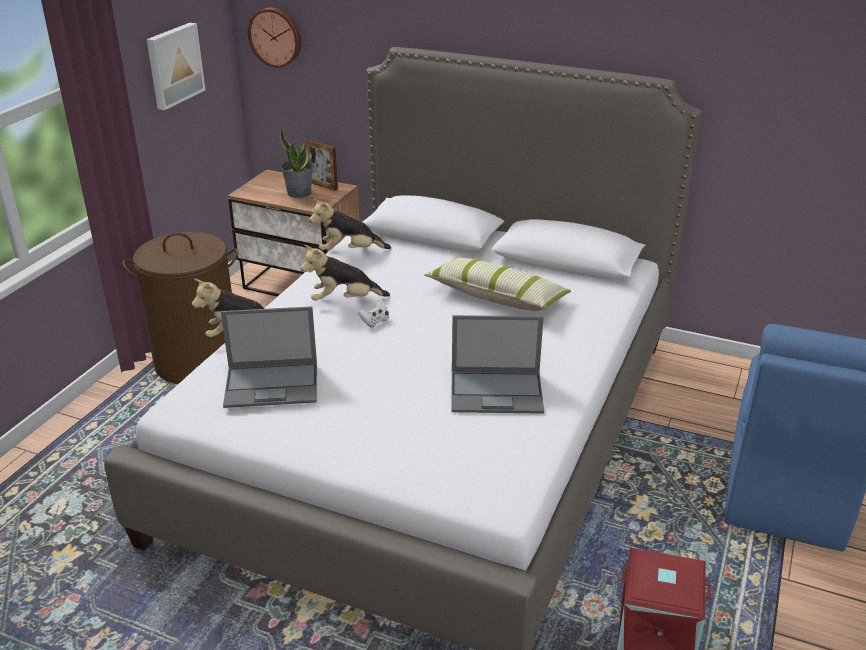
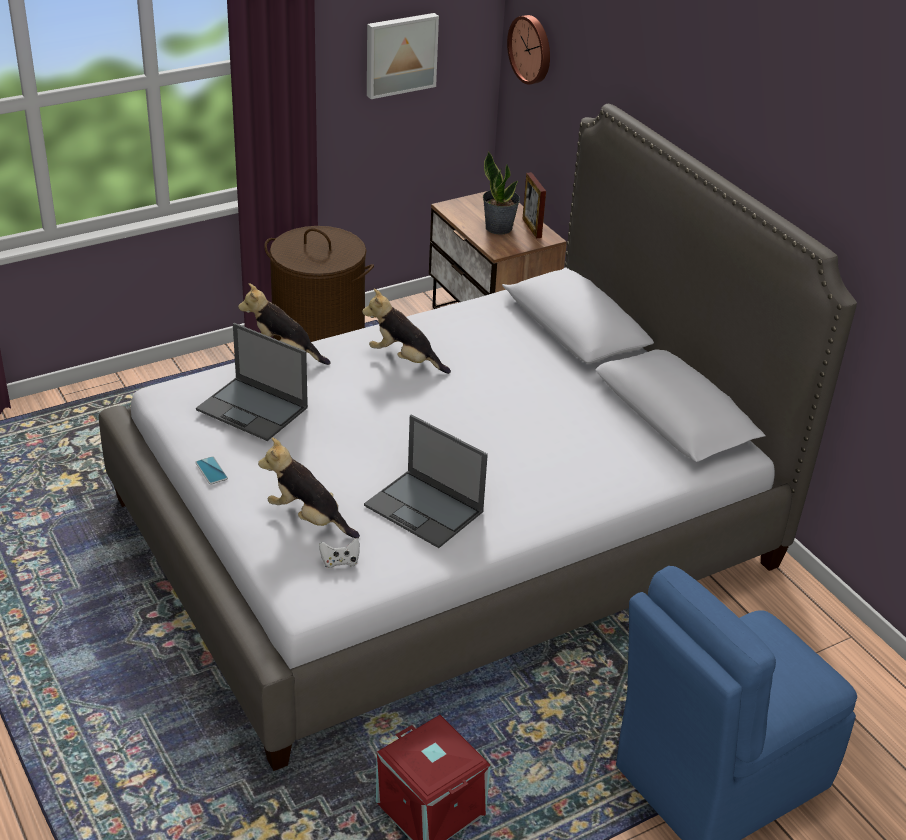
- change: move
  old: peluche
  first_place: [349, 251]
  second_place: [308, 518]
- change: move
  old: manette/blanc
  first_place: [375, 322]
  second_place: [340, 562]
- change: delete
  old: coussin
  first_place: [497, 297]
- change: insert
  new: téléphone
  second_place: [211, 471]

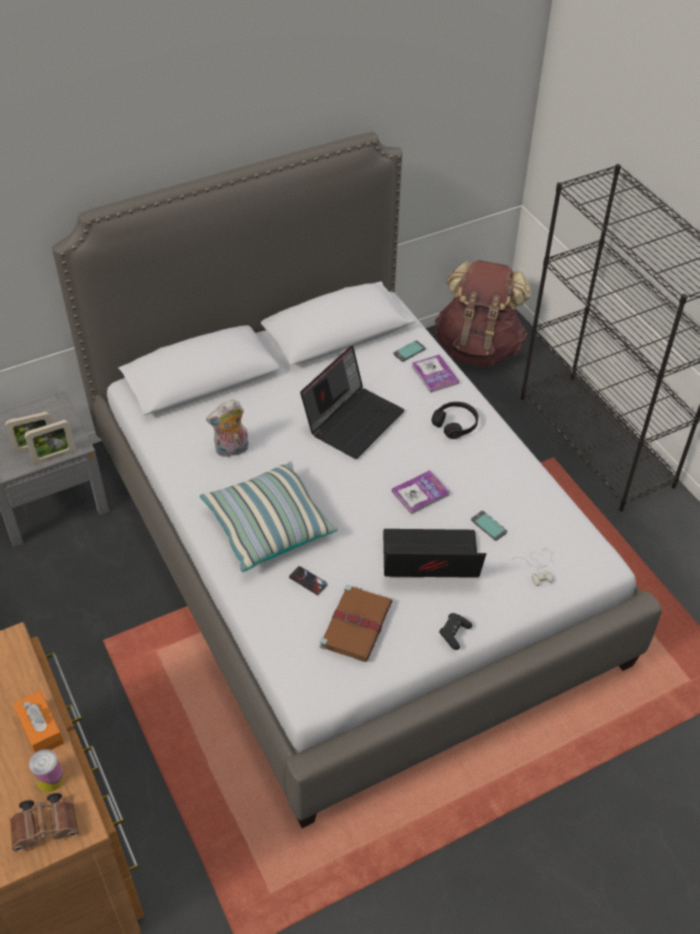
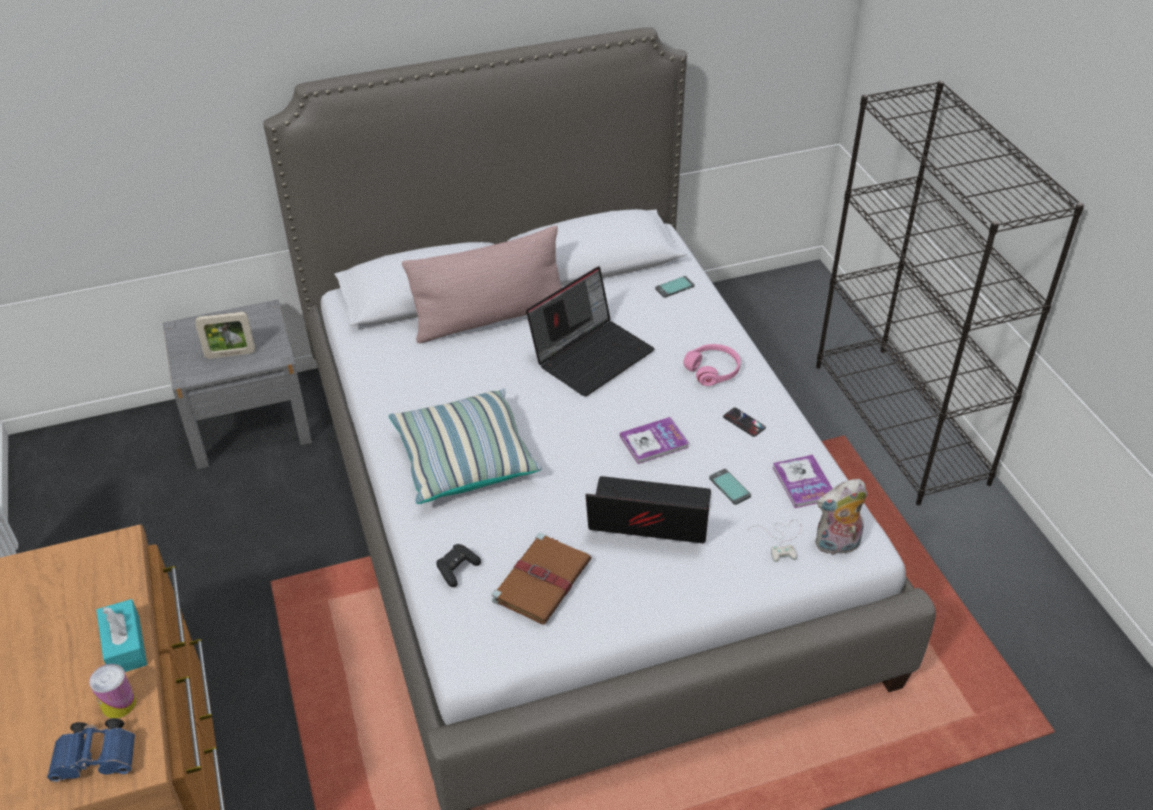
- change: recolor
  old: jumelles/marron
  new: jumelles/bleu
  first_place: [47, 827]
  second_place: [99, 759]
- change: recolor
  old: boîte à mouchoirs/orange
  new: boîte à mouchoirs/turquoise
  first_place: [40, 729]
  second_place: [125, 645]
- change: delete
  old: cadre photo
  first_place: [54, 457]
- change: move
  old: peluche
  first_place: [231, 450]
  second_place: [836, 546]
- change: move
  old: téléphone
  first_place: [308, 581]
  second_place: [744, 422]
- change: move
  old: livre
  first_place: [434, 374]
  second_place: [803, 483]
- change: recolor
  old: casque audio/noir
  new: casque audio/rose
  first_place: [455, 424]
  second_place: [713, 370]
- change: delete
  old: sac à dos/marron
  first_place: [478, 348]
- change: move
  old: manette/noir
  first_place: [454, 634]
  second_place: [457, 569]
- change: insert
  new: coussin/rose
  second_place: [490, 318]

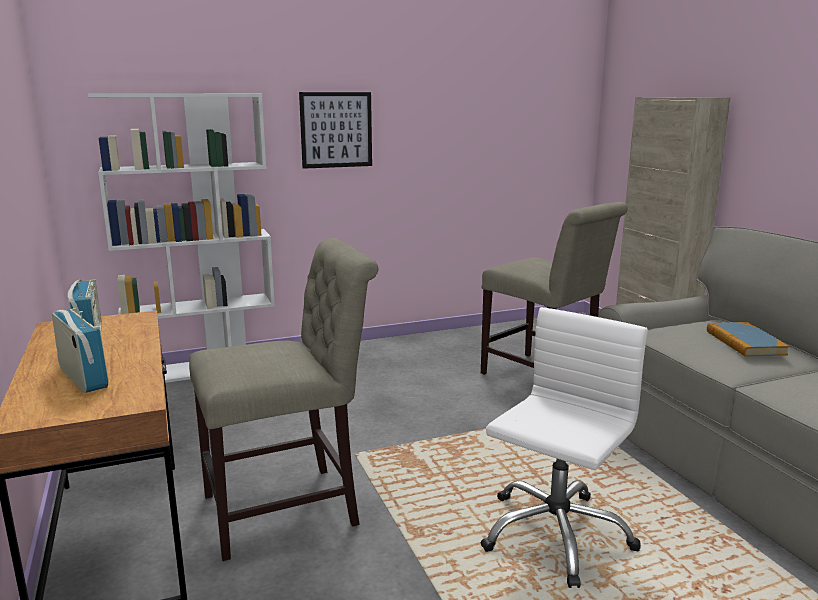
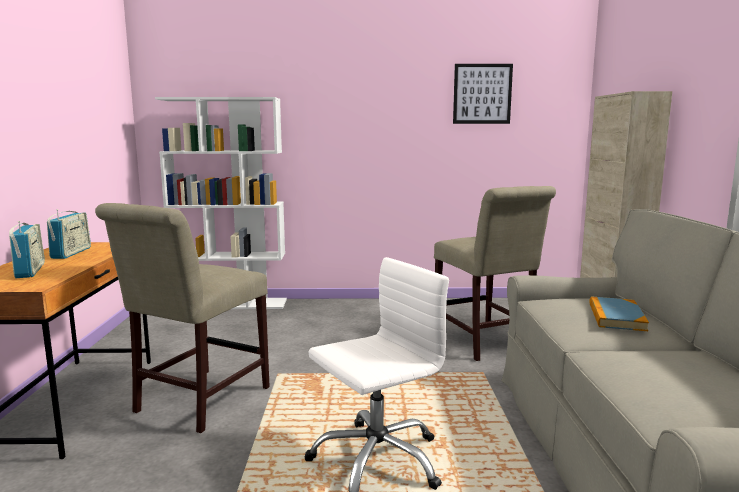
- change: rotate
  old: chaise/beige
  first_place: [290, 508]
  second_place: [197, 402]
  degrees: 120
- change: move
  old: tableau
  first_place: [336, 130]
  second_place: [482, 94]

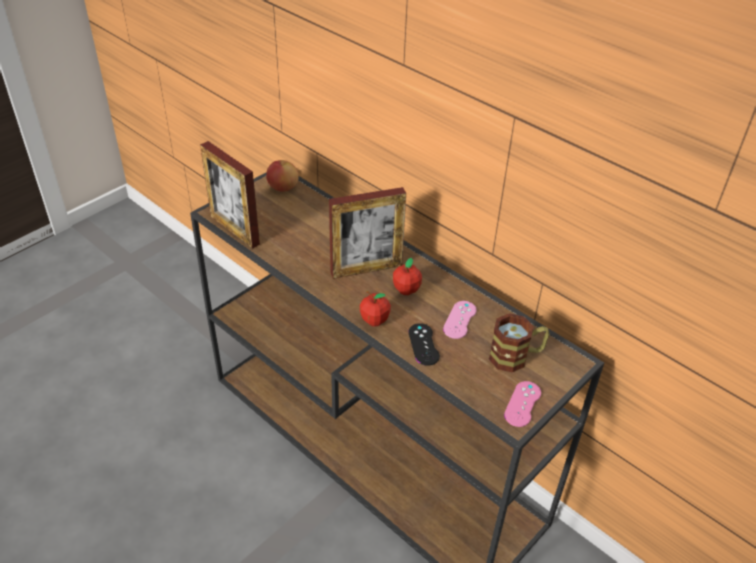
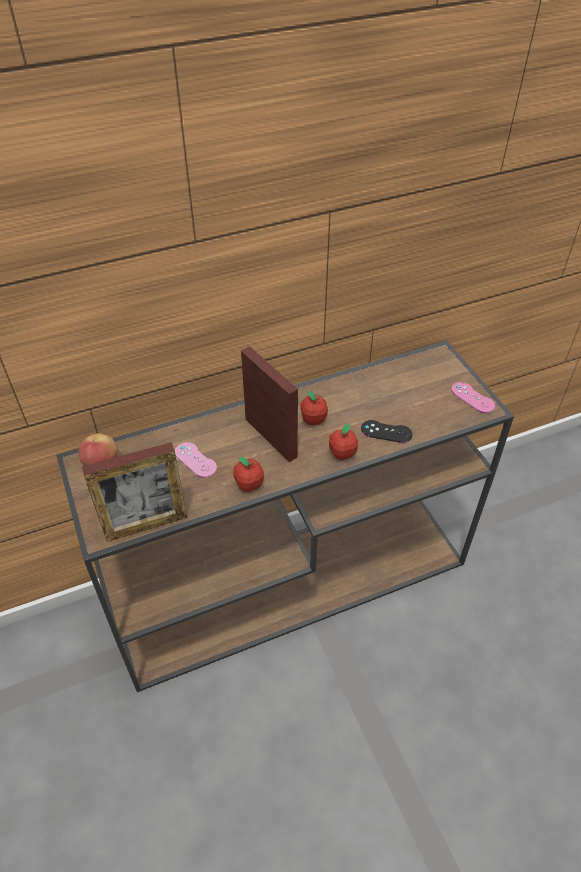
- change: rotate
  old: cadre photo
  first_place: [366, 269]
  second_place: [270, 438]
  degrees: -45
- change: move
  old: manette/rose
  first_place: [460, 320]
  second_place: [195, 460]
- change: delete
  old: mug
  first_place: [516, 357]
- change: insert
  new: pomme
  second_place: [249, 485]

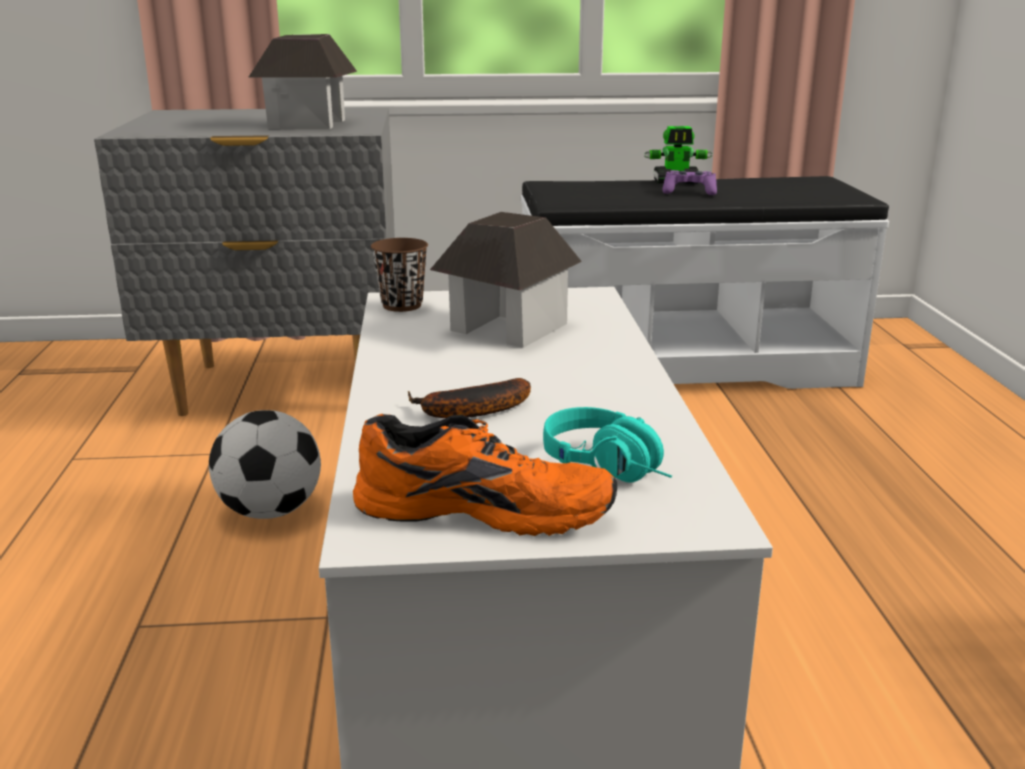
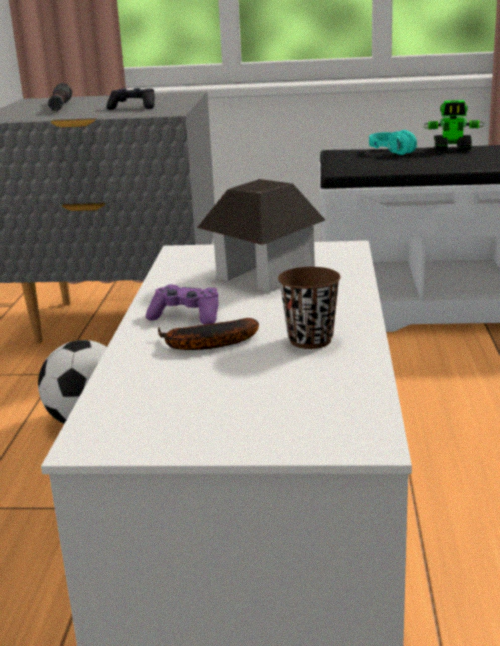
- change: replace
  old: maison miniature
  new: manette/noir
  first_place: [308, 124]
  second_place: [133, 107]
- change: delete
  old: chaussure/orange
  first_place: [485, 507]
- change: move
  old: tasse/marron
  first_place: [402, 305]
  second_place: [310, 340]
- change: move
  old: casque audio/turquoise
  first_place: [614, 469]
  second_place: [397, 152]
- change: move
  old: manette/violet
  first_place: [689, 192]
  second_place: [186, 316]
- change: insert
  new: lampe de poche/noir
  second_place: [60, 106]

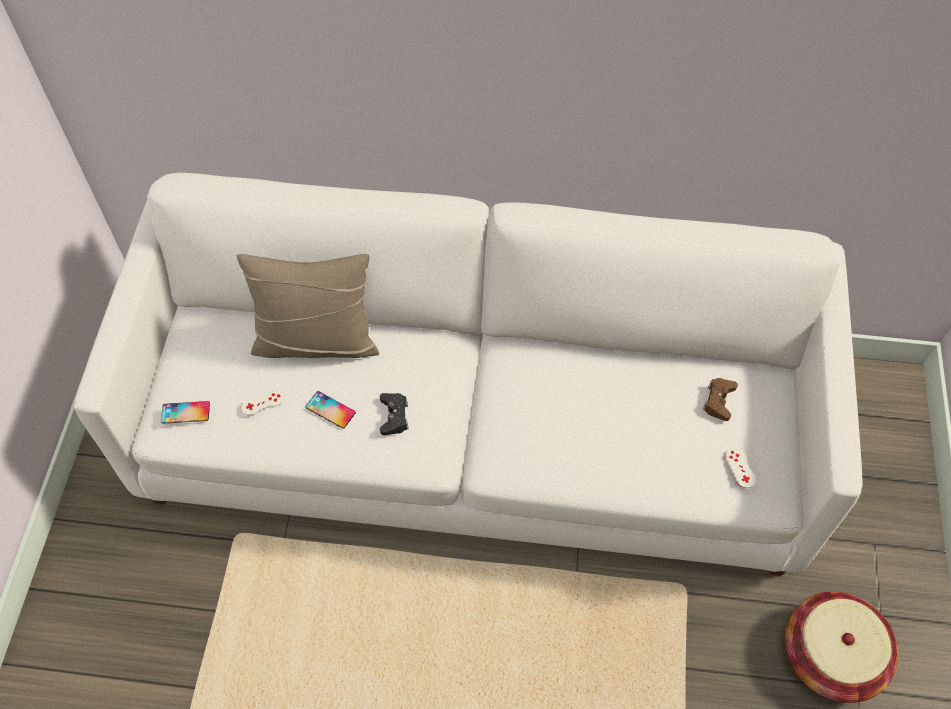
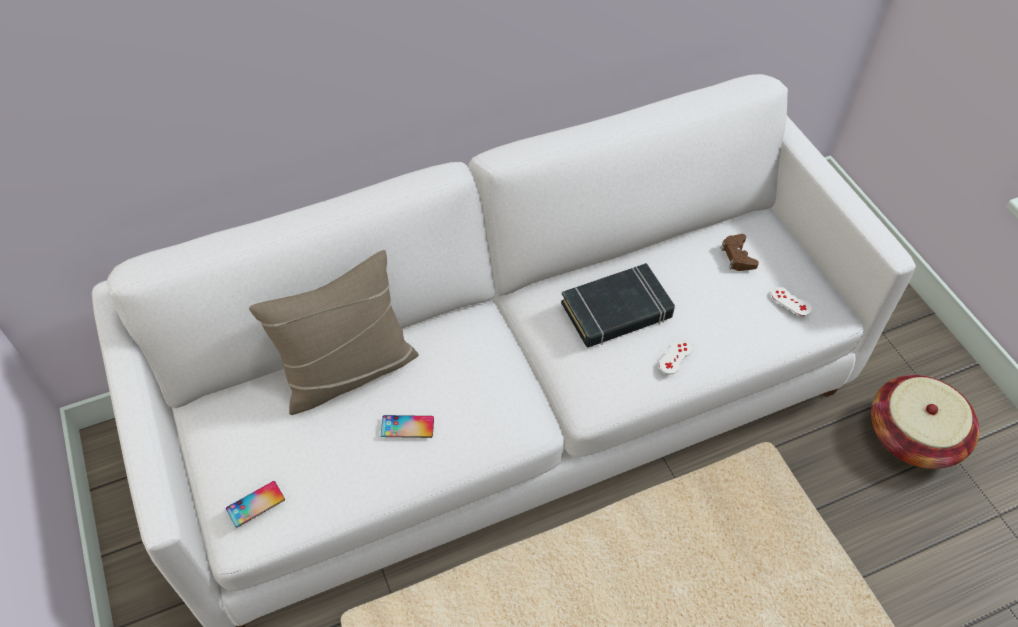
- change: move
  old: manette/blanc
  first_place: [262, 402]
  second_place: [675, 357]
- change: delete
  old: manette/noir
  first_place: [394, 416]
- change: insert
  new: livre/noir
  second_place: [617, 311]

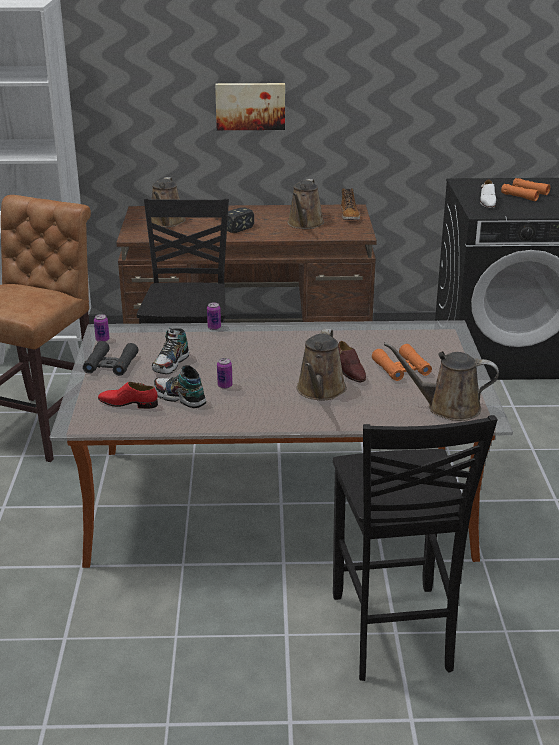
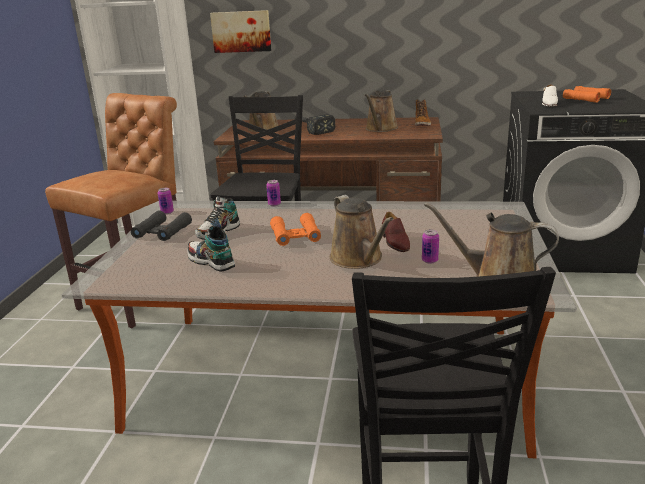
- change: delete
  old: chaussure/rouge
  first_place: [128, 403]
- change: move
  old: tableau
  first_place: [250, 106]
  second_place: [241, 31]
- change: move
  old: boîte métallique
  first_place: [225, 385]
  second_place: [430, 260]
- change: rotate
  old: arrosoir/marron
  first_place: [320, 391]
  second_place: [358, 259]
  degrees: -45
- change: move
  old: jumelles/orange
  first_place: [401, 368]
  second_place: [295, 235]

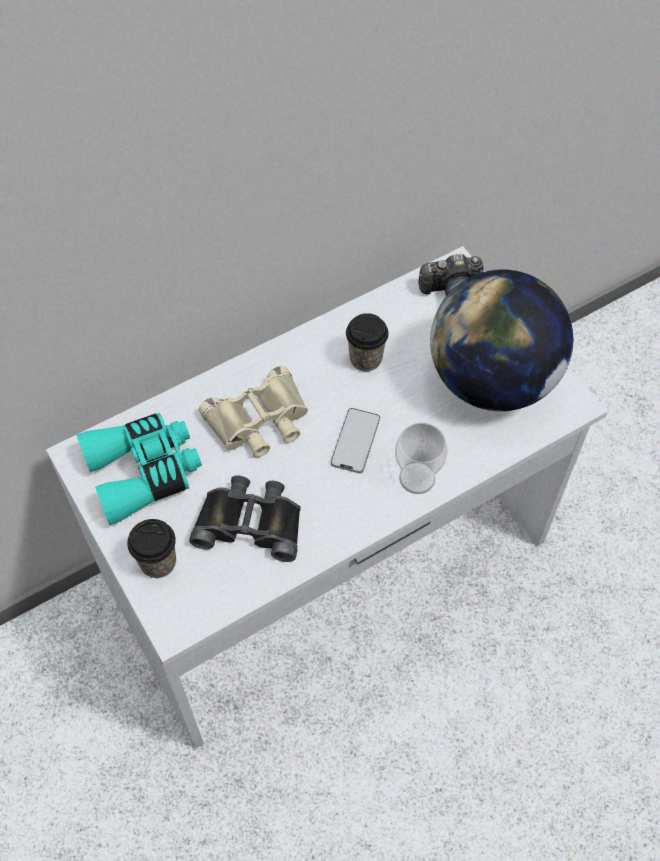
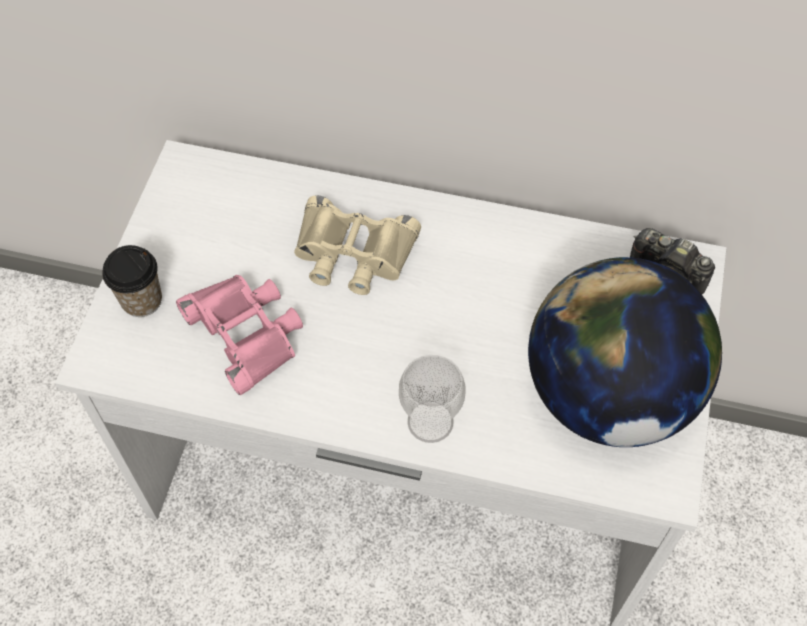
- change: delete
  old: jumelles/turquoise
  first_place: [144, 471]
- change: recolor
  old: jumelles/noir
  new: jumelles/rose
  first_place: [250, 522]
  second_place: [247, 332]
- change: delete
  old: téléphone
  first_place: [355, 441]
- change: delete
  old: tasse
  first_place: [365, 358]

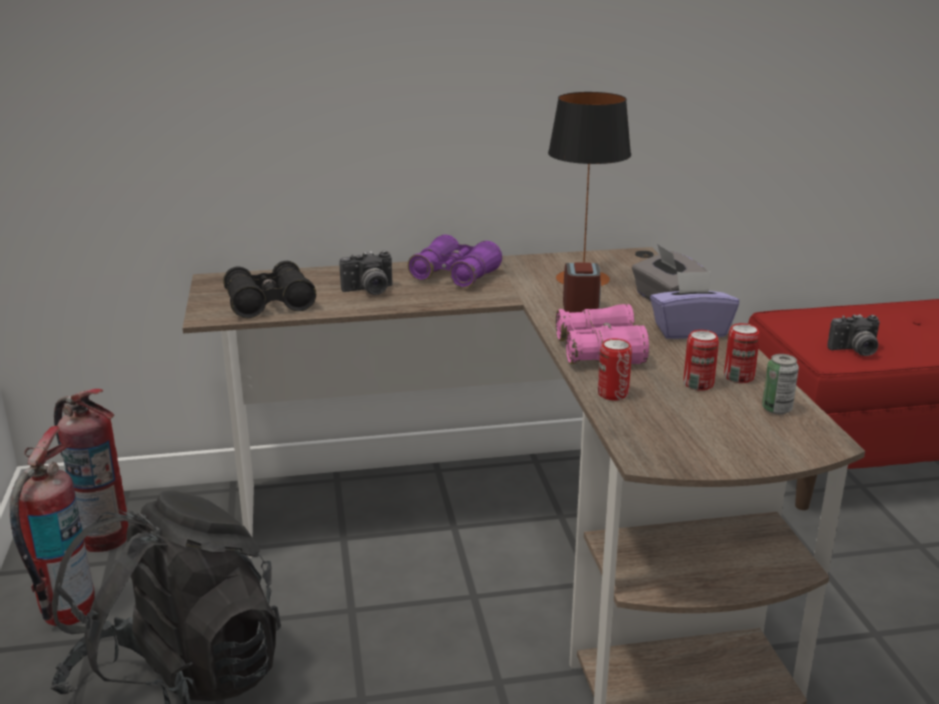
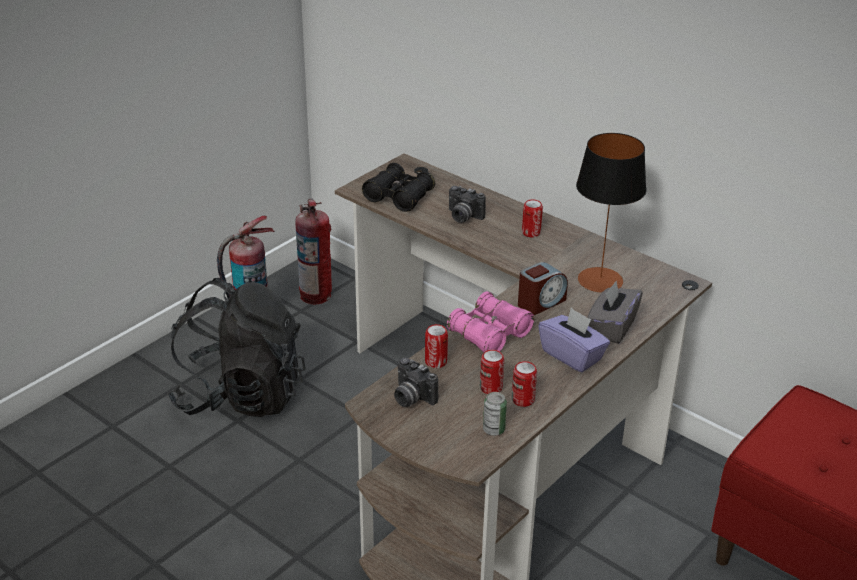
- change: replace
  old: jumelles/violet
  new: boîte métallique
  first_place: [455, 276]
  second_place: [531, 233]
- change: move
  old: appareil photo
  first_place: [855, 351]
  second_place: [411, 397]

